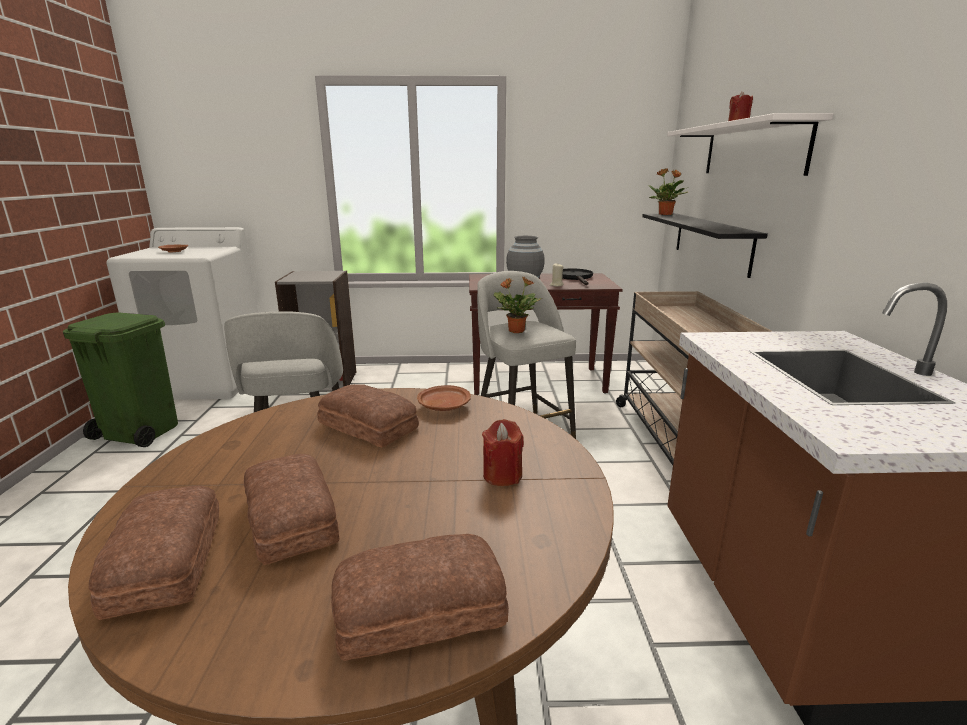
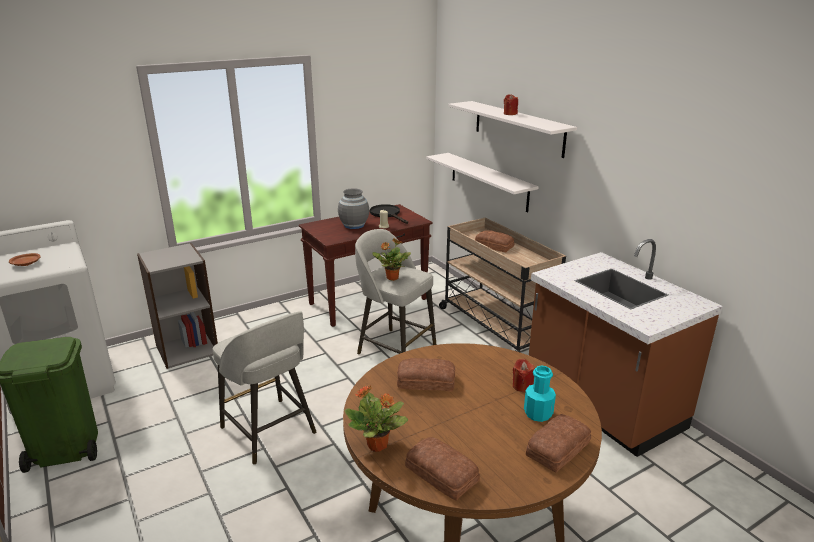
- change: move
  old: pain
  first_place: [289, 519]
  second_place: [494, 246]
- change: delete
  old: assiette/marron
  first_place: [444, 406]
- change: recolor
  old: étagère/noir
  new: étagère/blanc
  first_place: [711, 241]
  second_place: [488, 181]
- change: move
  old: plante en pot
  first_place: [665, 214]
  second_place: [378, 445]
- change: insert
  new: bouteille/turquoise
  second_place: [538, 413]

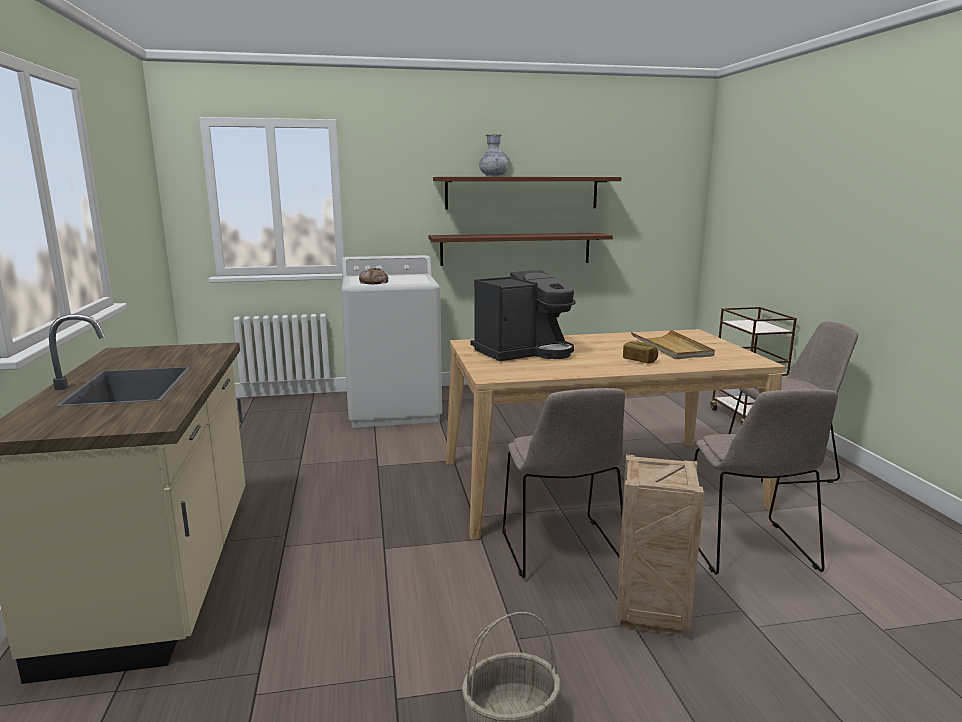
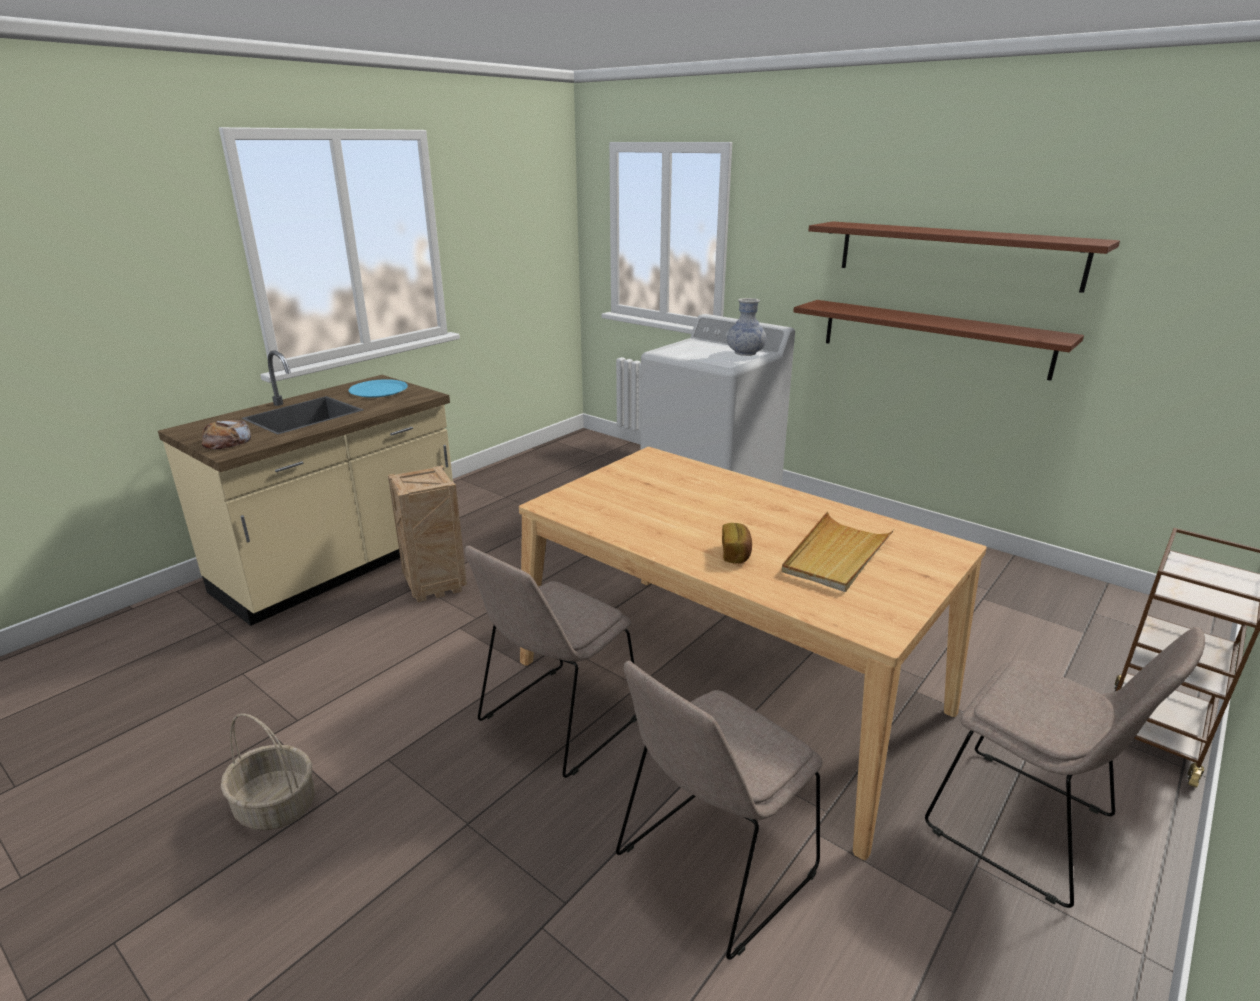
- change: move
  old: pain
  first_place: [374, 282]
  second_place: [227, 441]
- change: delete
  old: machine à café
  first_place: [524, 352]
- change: move
  old: vase
  first_place: [493, 176]
  second_place: [745, 353]
- change: move
  old: caisse
  first_place: [649, 611]
  second_place: [436, 585]
- change: insert
  new: assiette/bleu
  second_place: [378, 390]

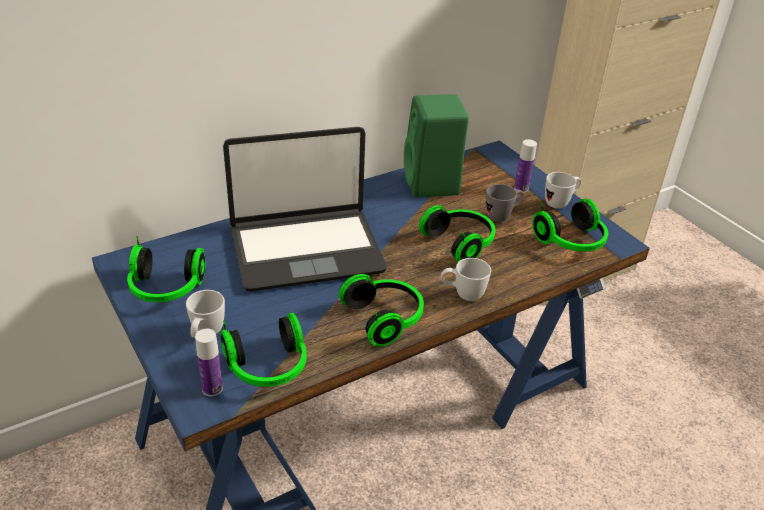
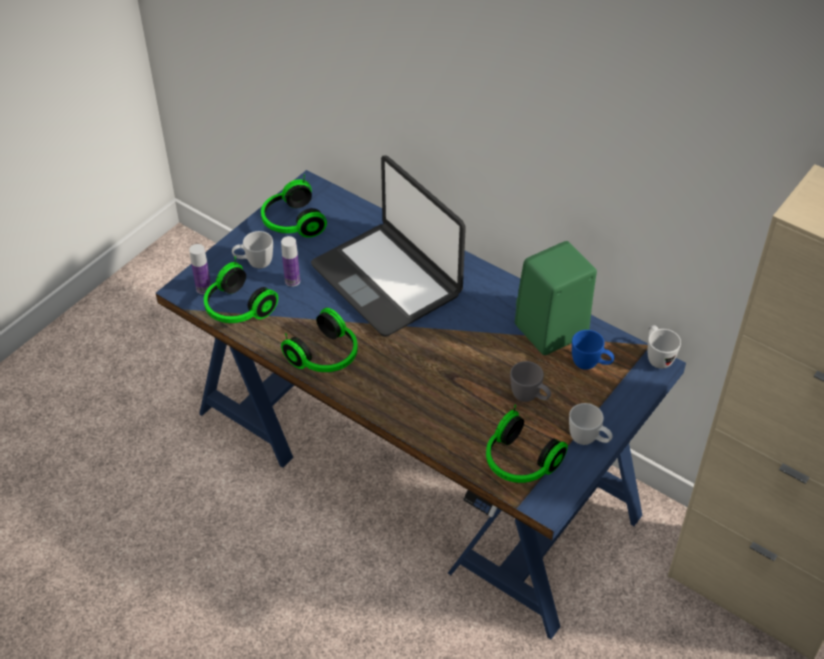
- change: delete
  old: casque audio
  first_place: [461, 243]
- change: move
  old: mug/blanc
  first_place: [462, 295]
  second_place: [657, 357]
- change: move
  old: bouteille
  first_place: [521, 188]
  second_place: [292, 281]
- change: insert
  new: mug/bleu
  second_place: [590, 365]

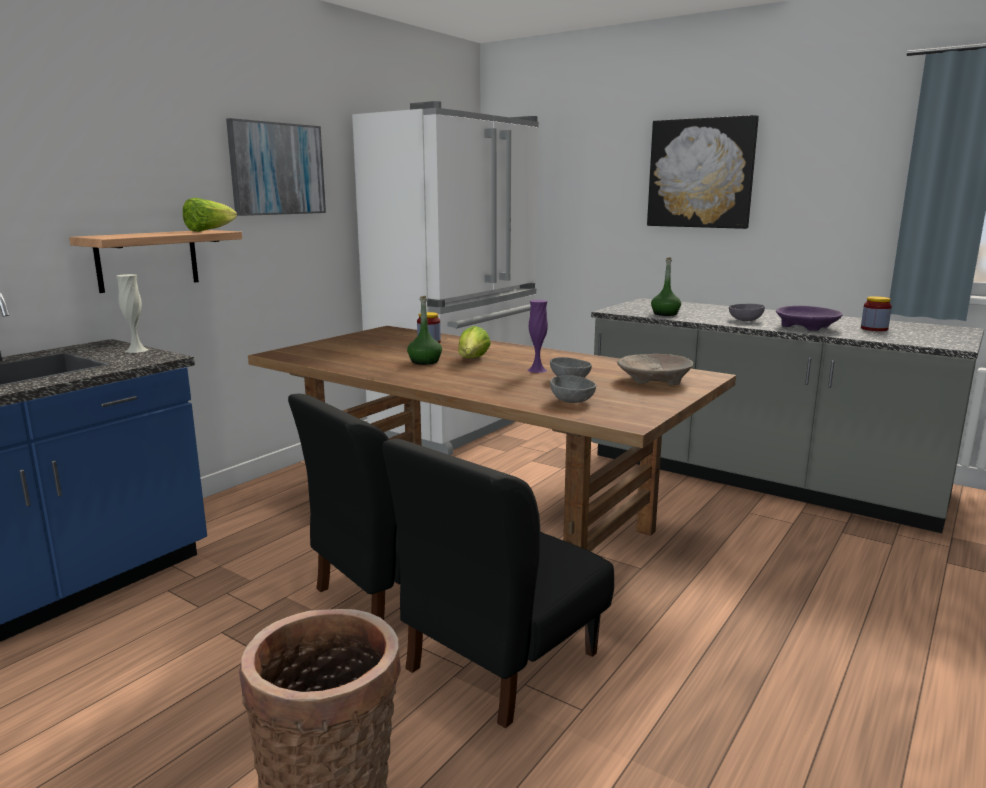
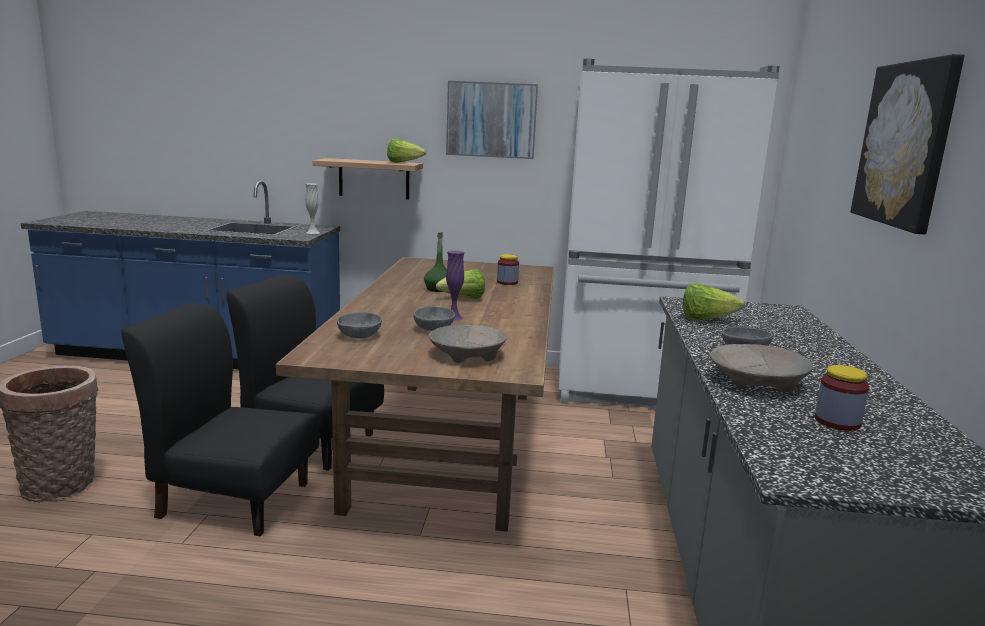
- change: replace
  old: bouteille/vert
  new: laitue
  first_place: [665, 314]
  second_place: [706, 319]
- change: recolor
  old: bol/violet
  new: bol/beige
  first_place: [807, 327]
  second_place: [757, 382]

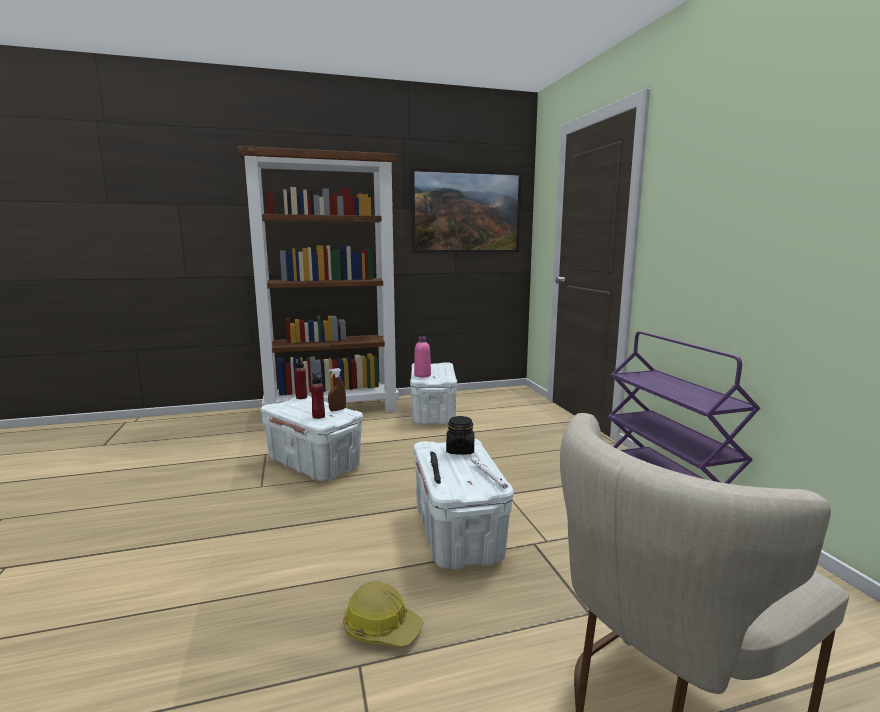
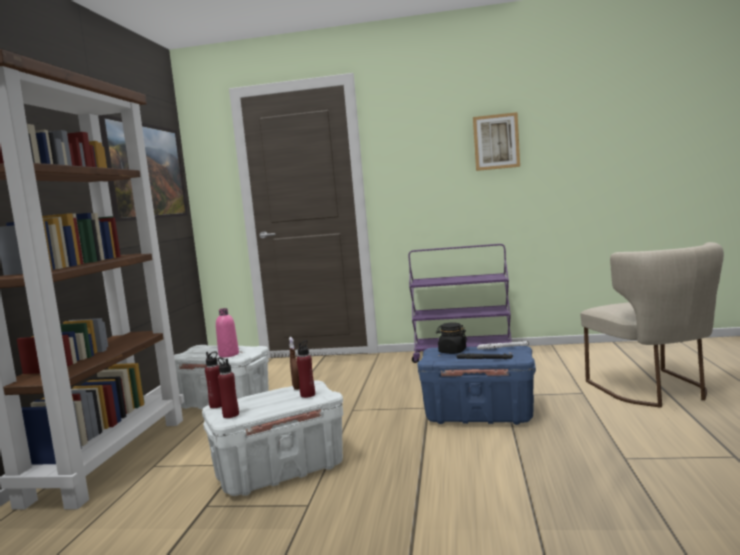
- change: delete
  old: casque de chantier
  first_place: [381, 627]
- change: recolor
  old: boîte de rangement/blanc
  new: boîte de rangement/bleu
  first_place: [459, 534]
  second_place: [480, 415]
- change: insert
  new: bouteille/rouge
  second_place: [231, 415]
- change: insert
  new: tableau
  second_place: [496, 142]

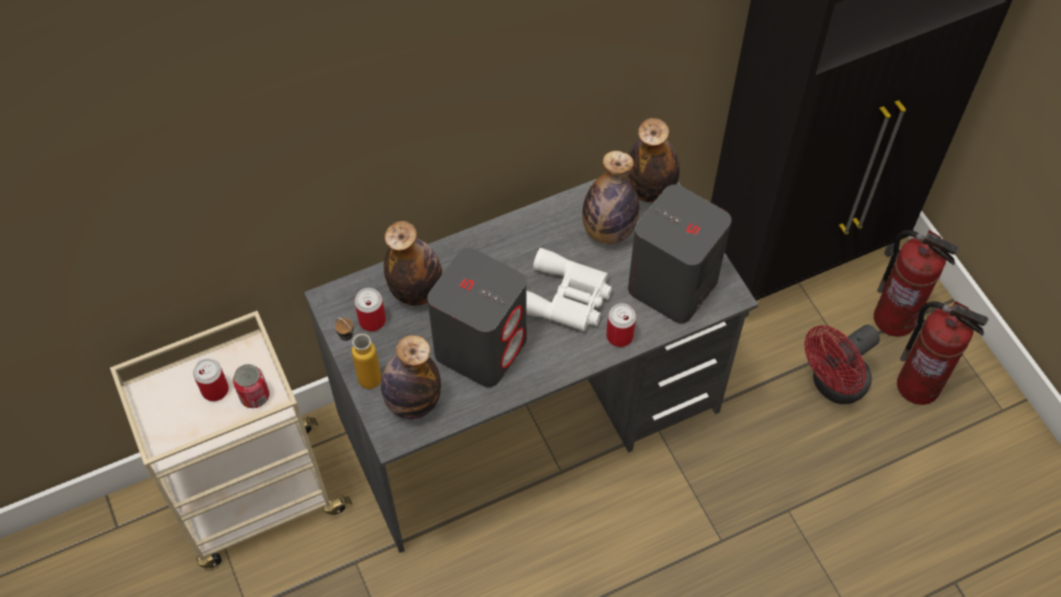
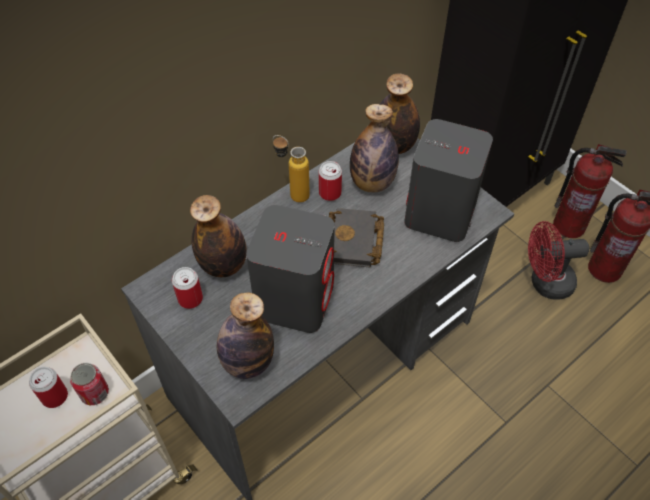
- change: move
  old: bouteille
  first_place: [362, 374]
  second_place: [292, 193]
- change: replace
  old: jumelles/blanc
  new: livre/noir
  first_place: [567, 298]
  second_place: [356, 243]
- change: move
  old: boîte métallique
  first_place: [619, 336]
  second_place: [330, 193]
- change: rotate
  old: ventilateur/rouge
  first_place: [833, 385]
  second_place: [545, 283]
  degrees: 45

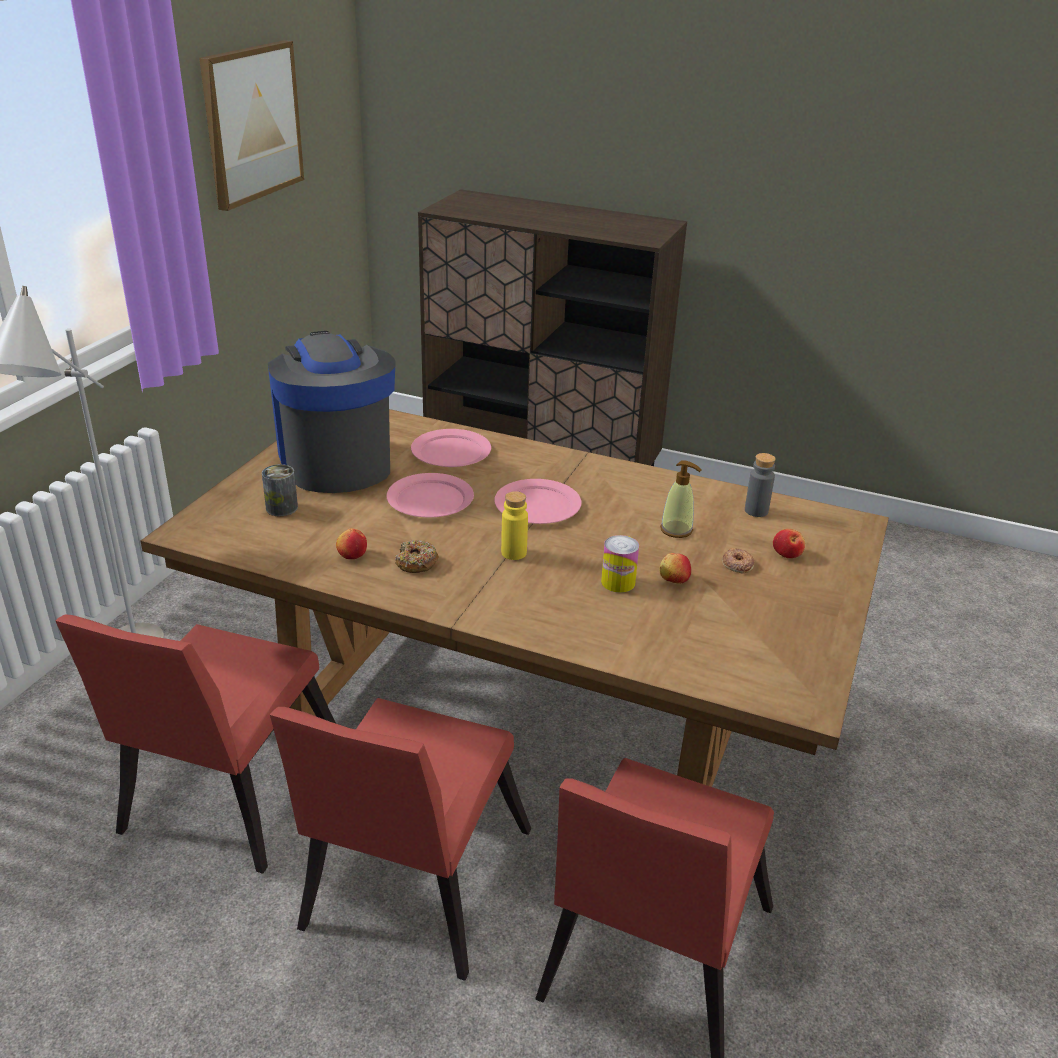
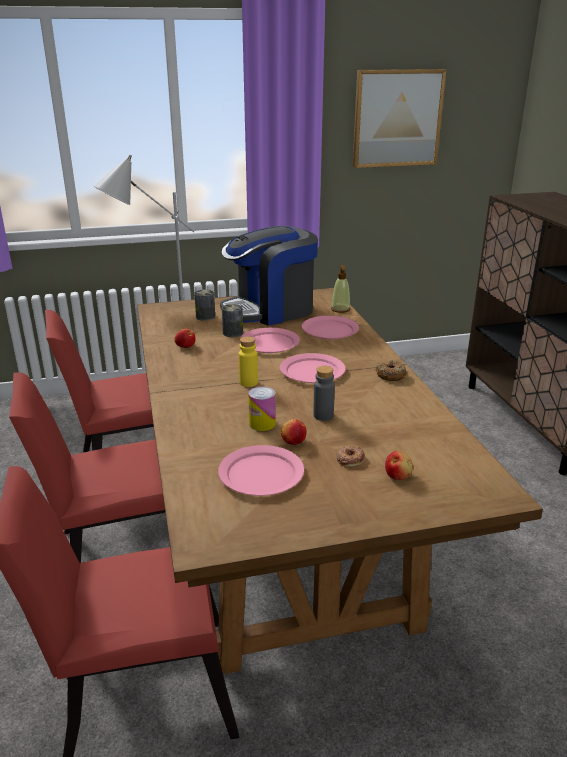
- change: rotate
  old: machine à café
  first_place: [335, 460]
  second_place: [270, 310]
  degrees: -150
- change: move
  old: beignet
  first_place: [416, 563]
  second_place: [390, 375]
- change: move
  old: distributeur de savon
  first_place: [676, 530]
  second_place: [340, 309]
- change: move
  old: bouteille/gris
  first_place: [756, 511]
  second_place: [323, 415]
- change: insert
  new: assiette/rose
  second_place: [260, 474]
- change: insert
  new: boîte métallique
  second_place: [232, 333]

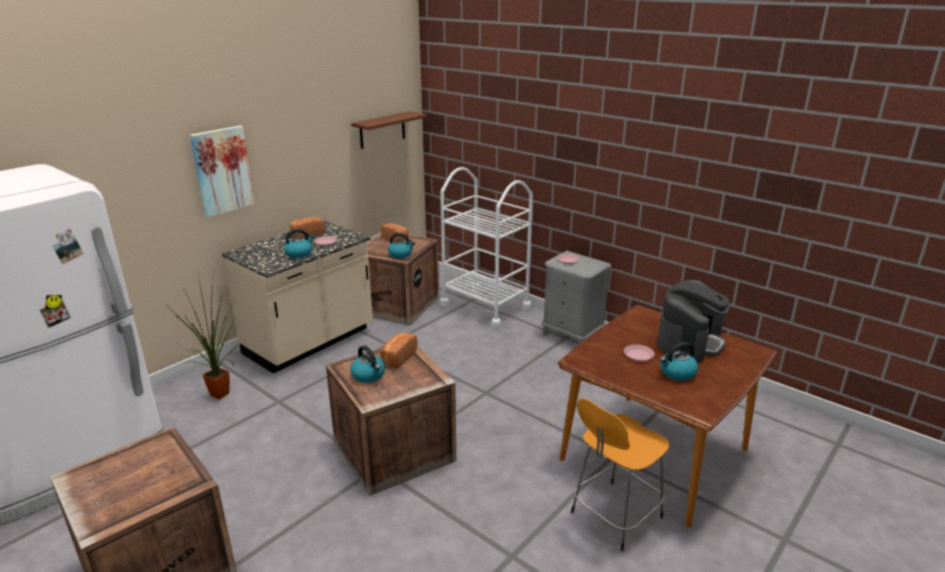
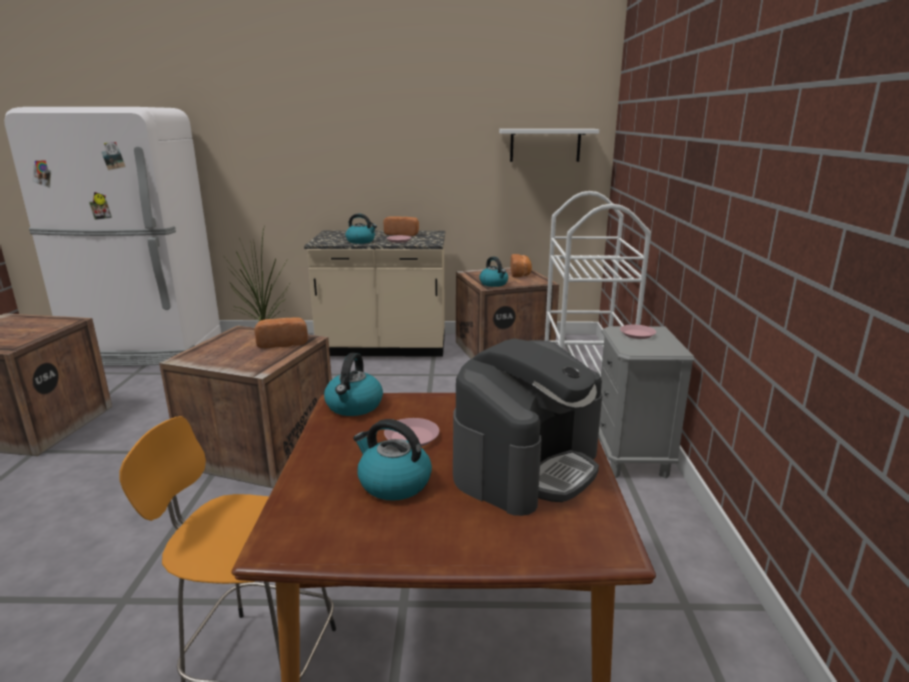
- change: delete
  old: tableau
  first_place: [222, 170]
- change: move
  old: bouilloire
  first_place: [369, 375]
  second_place: [354, 406]
- change: recolor
  old: étagère/marron
  new: étagère/blanc
  first_place: [382, 130]
  second_place: [545, 145]
- change: rotate
  old: machine à café
  first_place: [690, 341]
  second_place: [526, 465]
  degrees: -45

